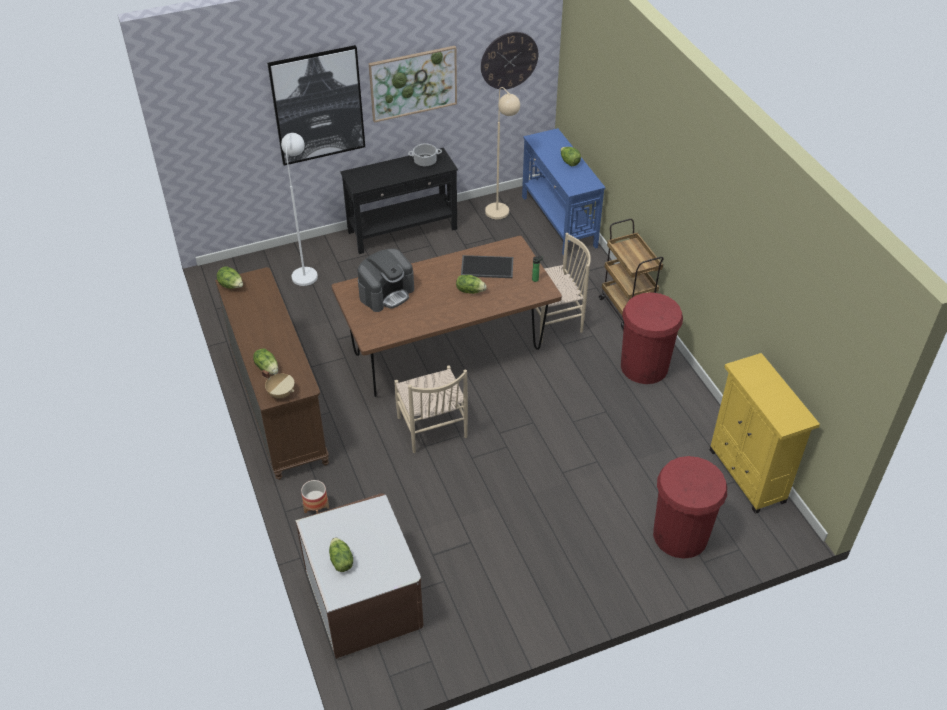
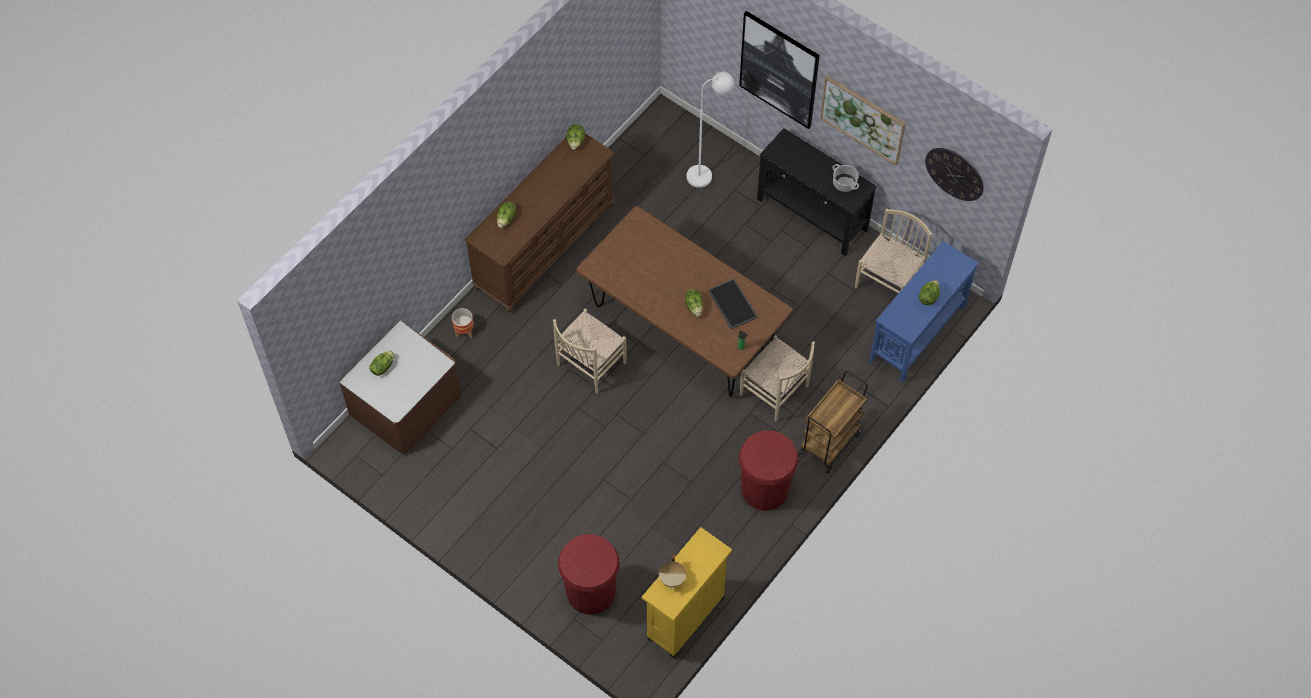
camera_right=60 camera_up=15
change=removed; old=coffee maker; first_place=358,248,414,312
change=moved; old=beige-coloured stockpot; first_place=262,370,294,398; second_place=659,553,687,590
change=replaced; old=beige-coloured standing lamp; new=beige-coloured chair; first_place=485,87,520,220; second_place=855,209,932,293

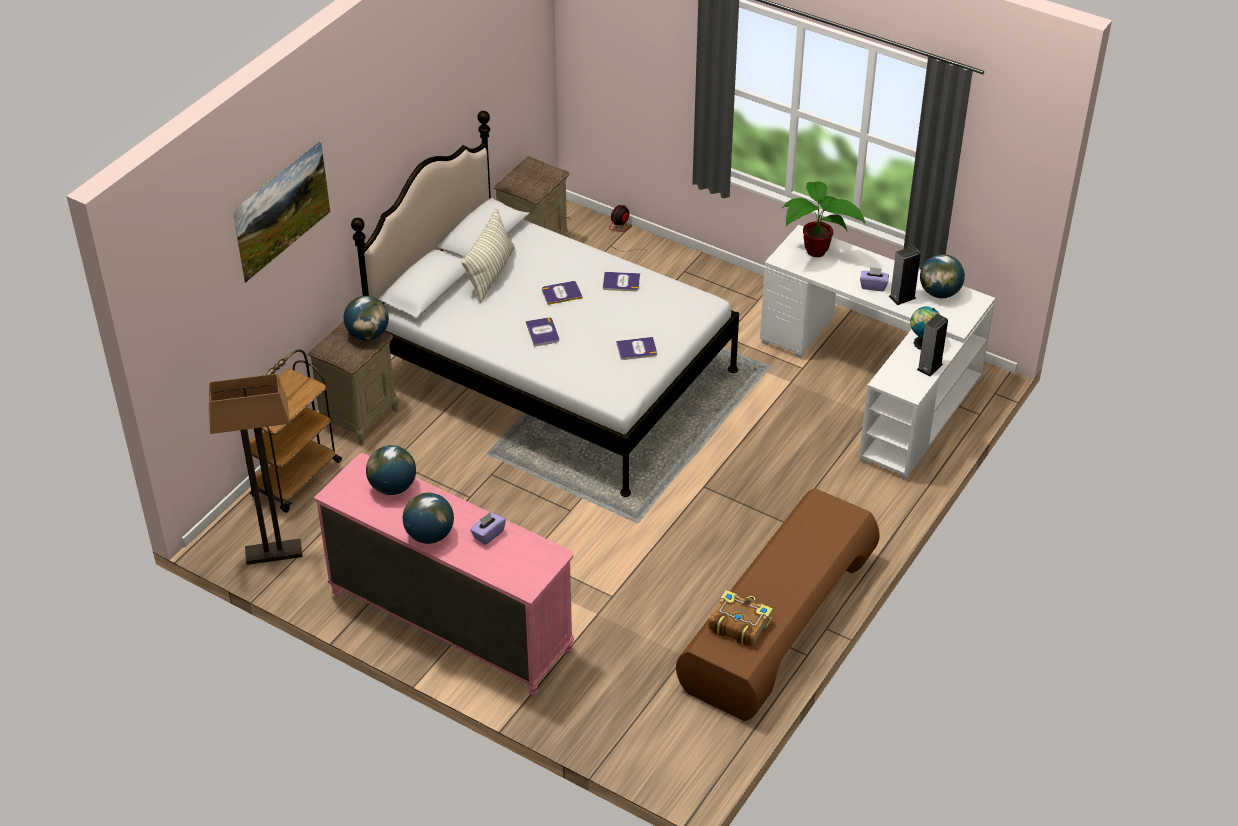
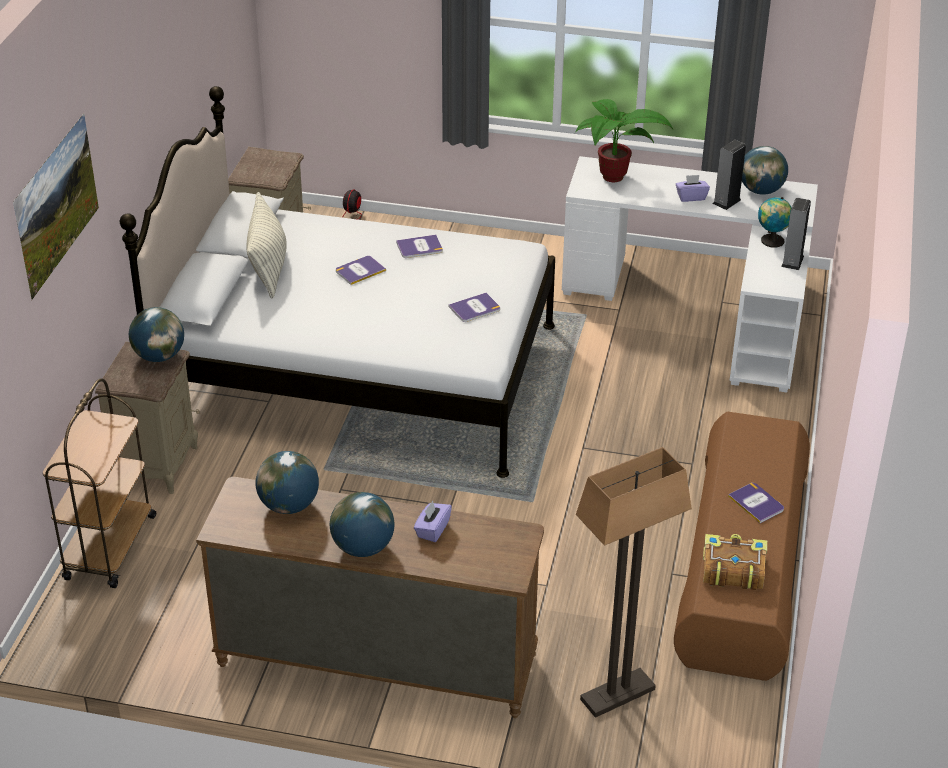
camera_right=-20 camera_up=-5
change=moved; old=standing lamp; first_place=209,373,302,565; second_place=576,447,692,718
change=moved; old=book; first_place=526,317,559,347; second_place=728,483,784,523
change=recoloured; old=pink dresser; new=brownish dresser; first_place=314,453,574,696; second_place=196,477,544,718

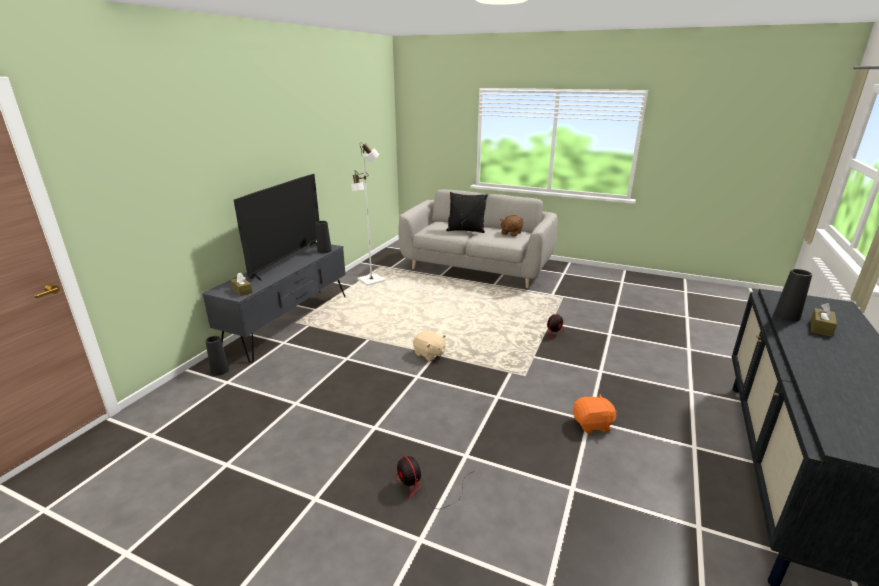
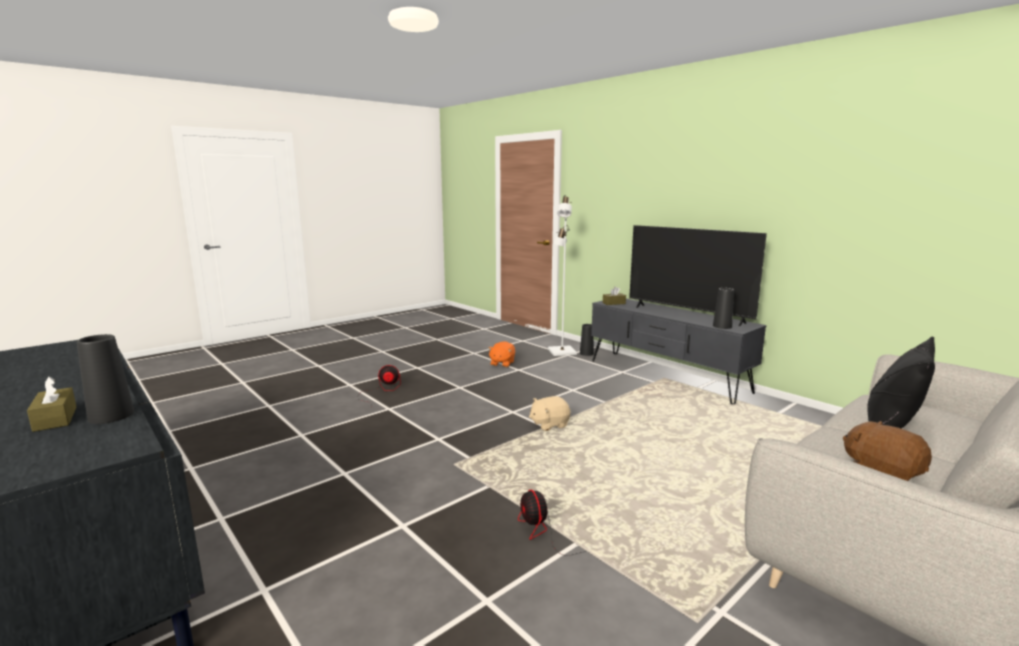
camera_right=115 camera_up=-10
change=moved; old=white-coloured standing lamp; first_place=351,143,386,286; second_place=548,195,577,356
change=moved; old=orangey cuddly toy; first_place=573,394,617,434; second_place=488,341,515,367

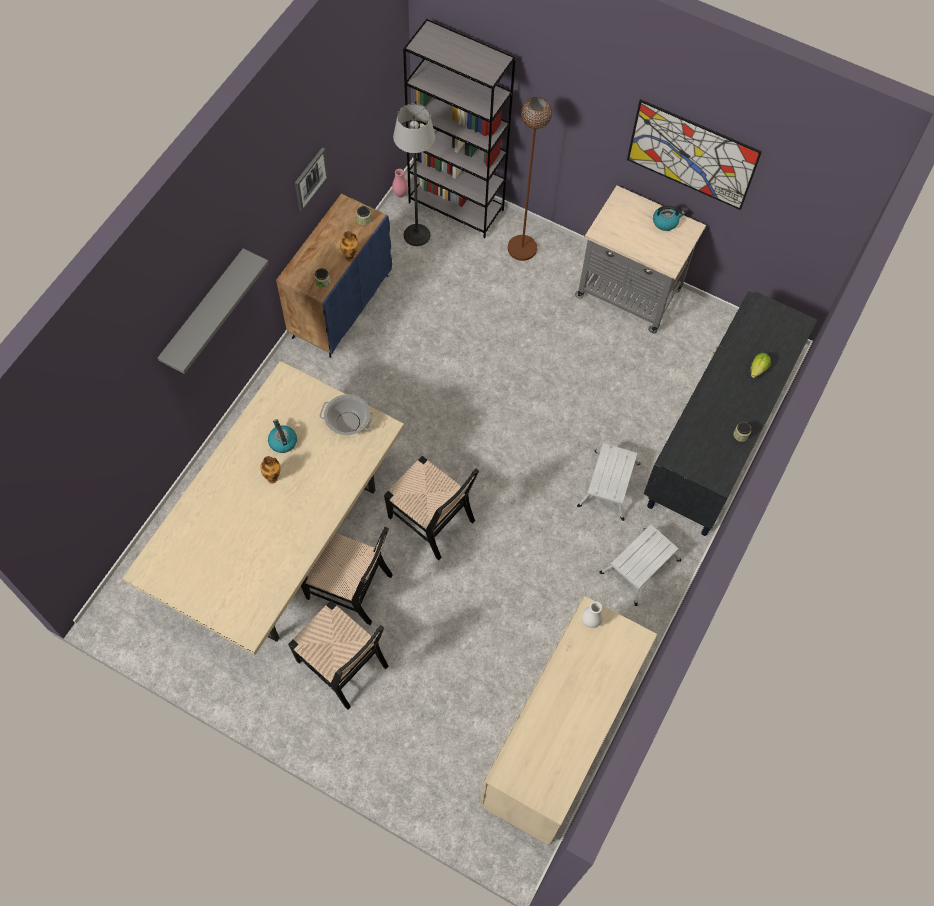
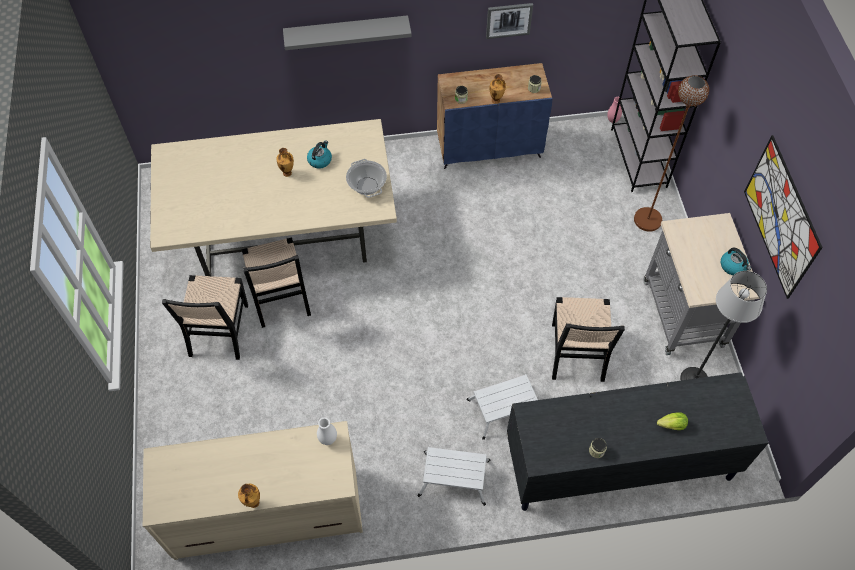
camera_right=55 camera_up=-5
change=added; new=decorative vase; second_place=238,484,260,508
change=moved; old=chair; first_place=384,456,479,560; second_place=552,297,625,382
change=moved; old=standing lamp; first_place=393,104,435,246; second_place=680,271,767,380

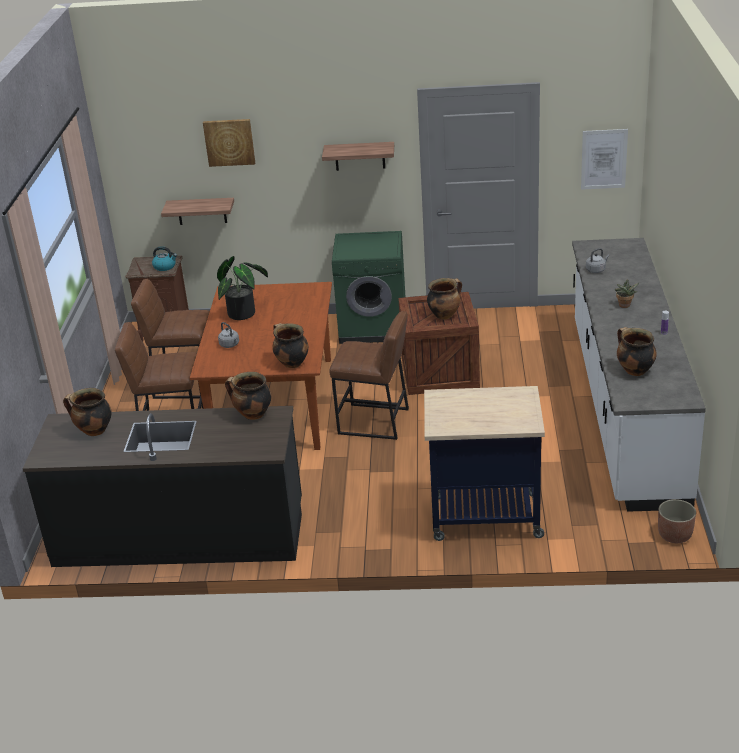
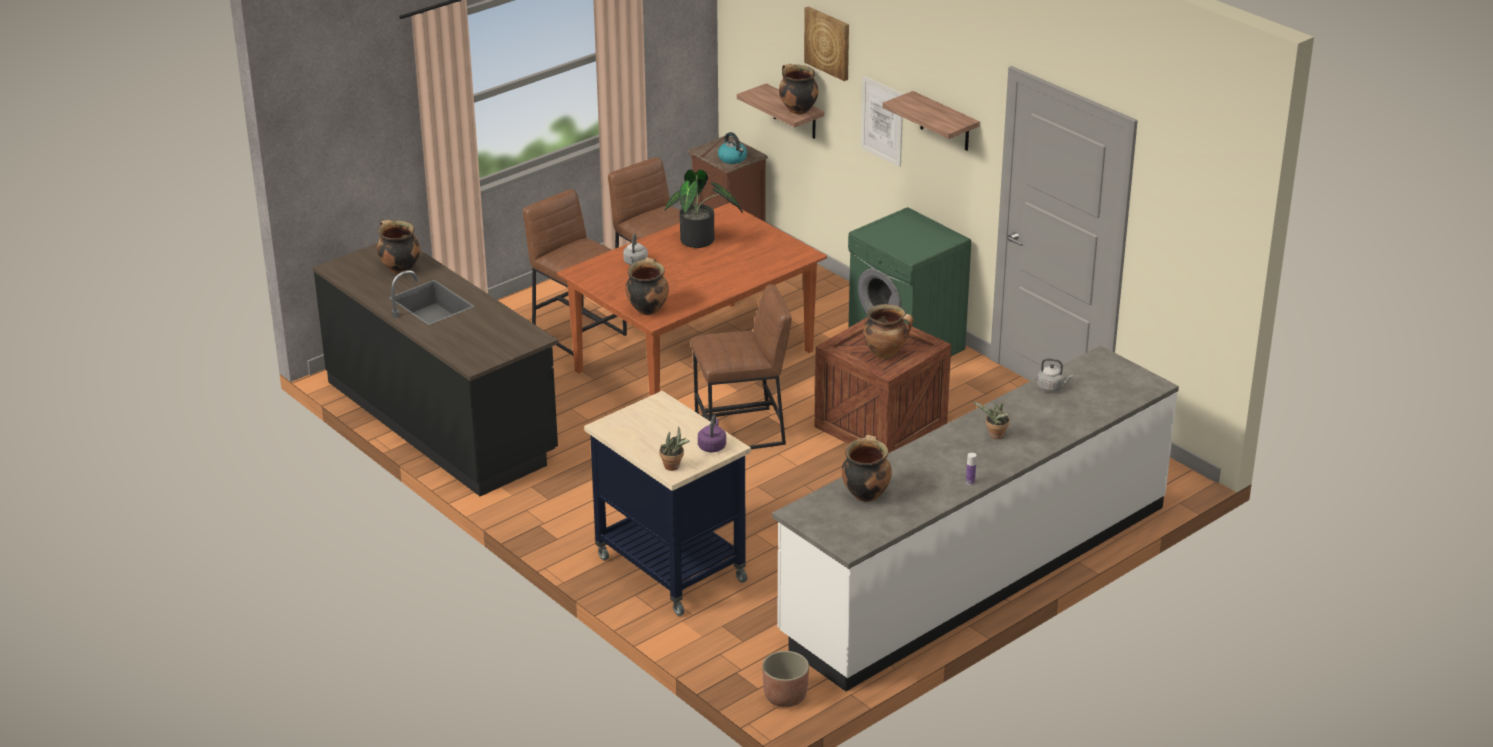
camera_right=45 camera_up=0
change=added; new=houseplant; second_place=659,426,690,471
change=added; new=purplish tea kettle; second_place=698,415,726,452
change=moved; old=stockpot; first_place=225,372,271,420; second_place=779,64,819,114
change=moved; old=picture; first_place=581,129,628,190; second_place=861,76,904,167
change=turned; old=brownish chair; first_place=329,311,409,440; second_place=691,284,792,449; degrees=-75

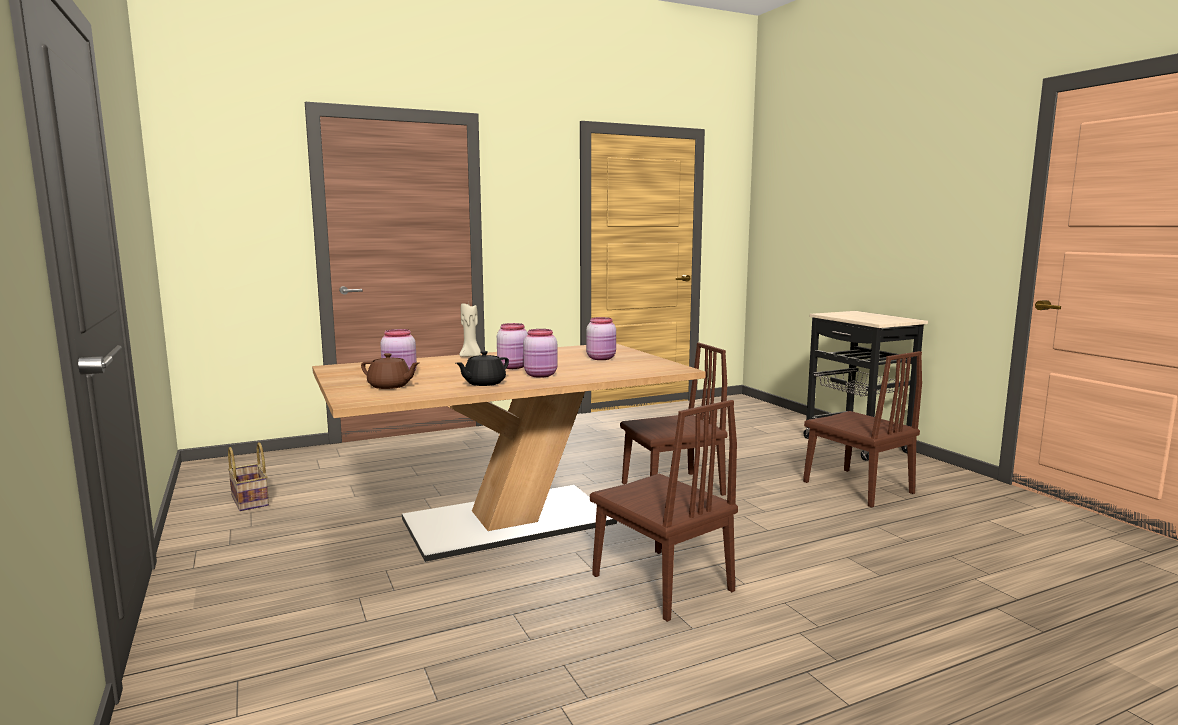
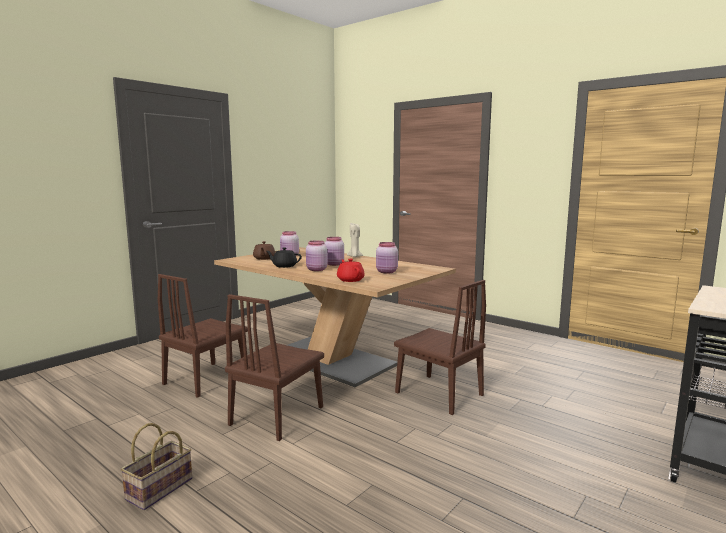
camera_right=65 camera_up=0
change=added; new=red tea pot; second_place=337,259,365,282
change=moved; old=basket; first_place=228,442,269,511; second_place=120,423,192,510
change=moved; old=brownish chair; first_place=803,351,922,508; second_place=158,274,248,398

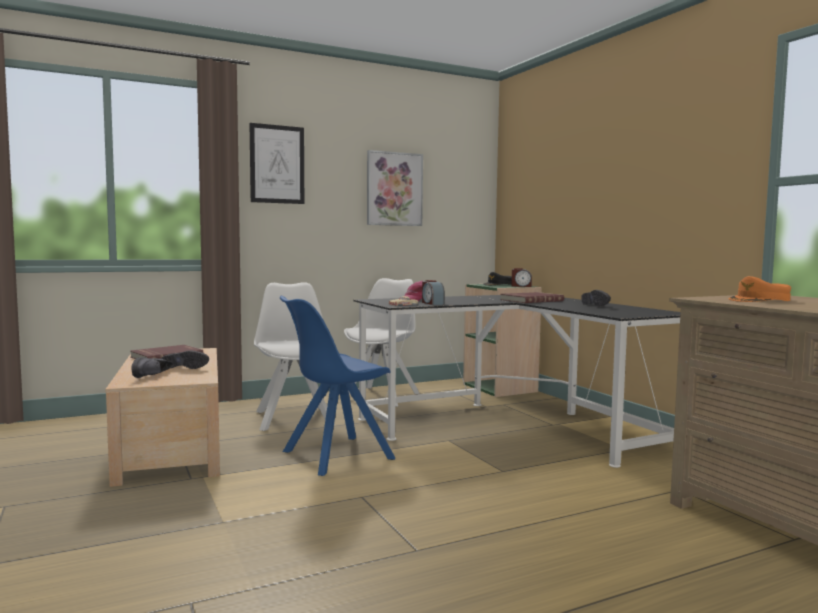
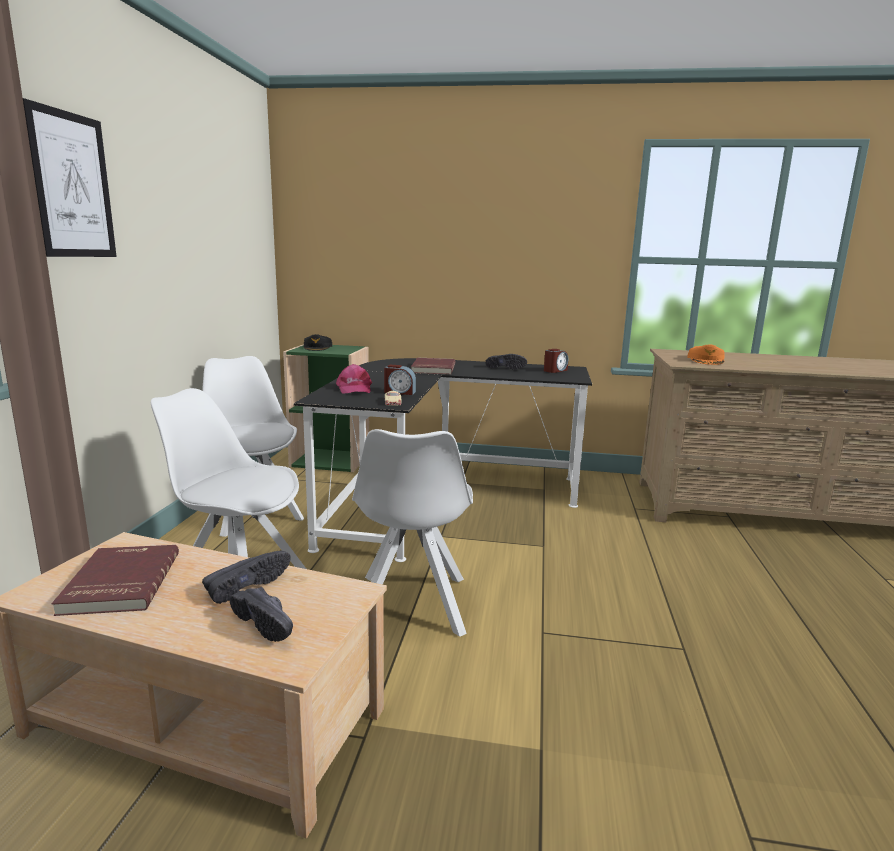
camera_right=-55 camera_up=10
change=removed; old=picture; first_place=367,150,423,226
change=moved; old=table clock; first_place=511,268,532,287; second_place=544,349,568,373
change=recoloured; old=blue-coloured chair; new=white-coloured chair; first_place=280,296,395,476; second_place=352,429,473,637

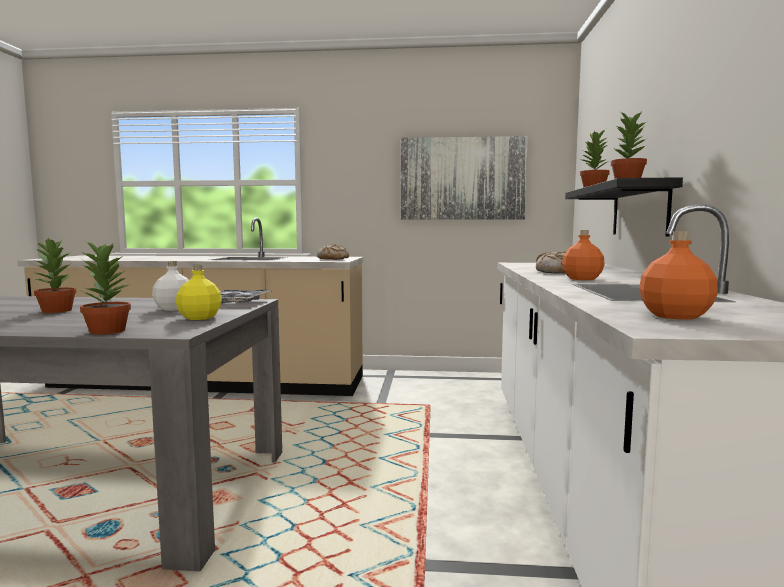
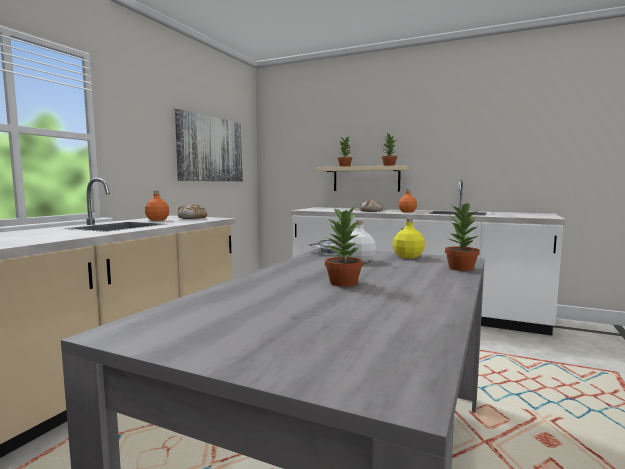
camera_right=-70 camera_up=0
change=moved; old=orangey drink bottle; first_place=639,231,718,320; second_place=145,191,169,221
change=recoloured; old=blackish wall shelf; new=beige-coloured wall shelf; first_place=565,177,683,236; second_place=317,165,410,192

